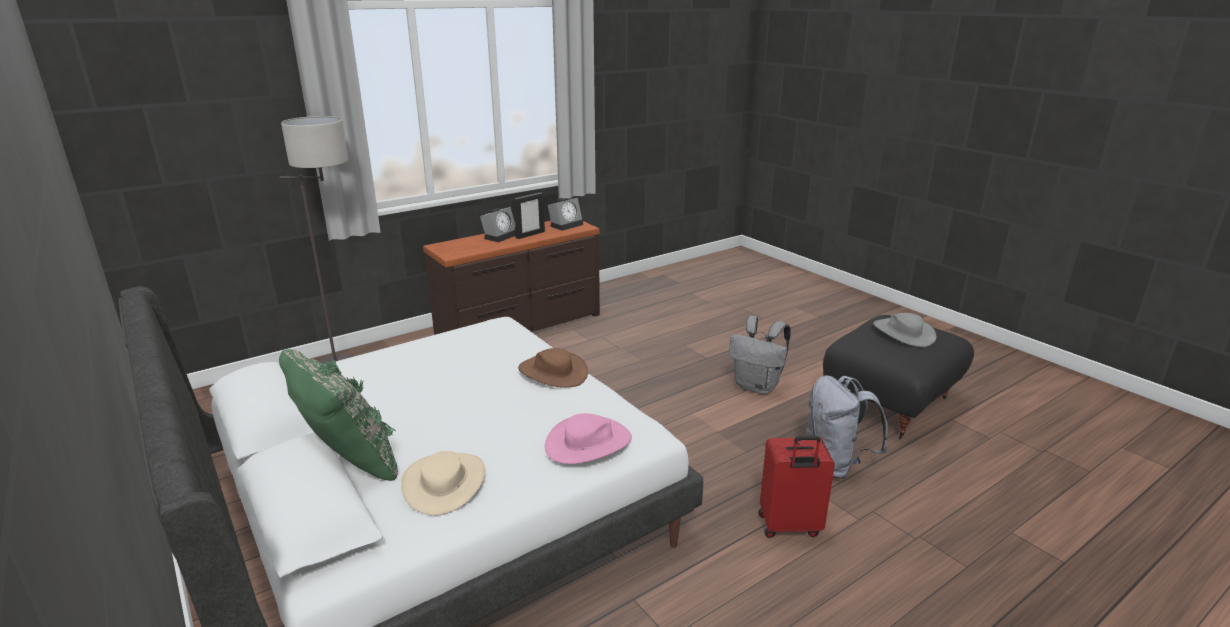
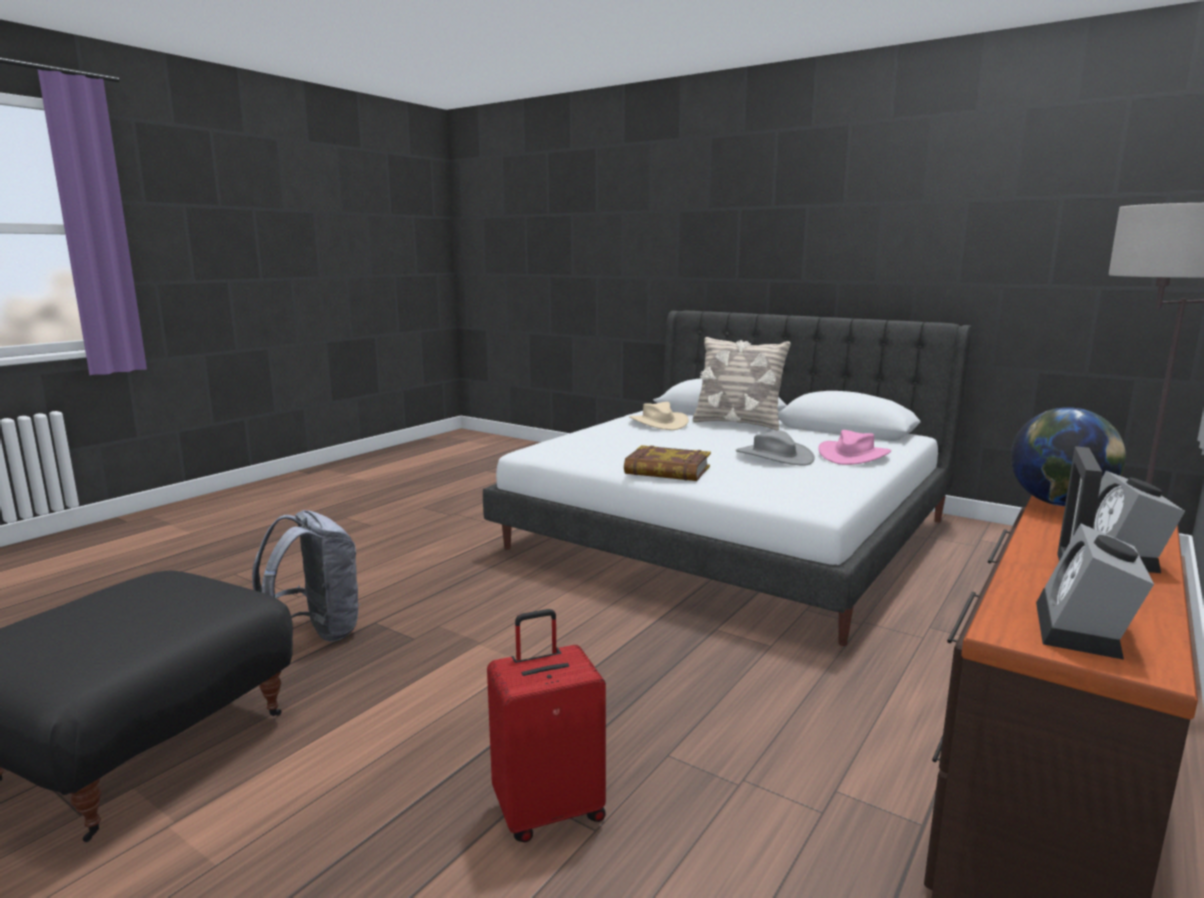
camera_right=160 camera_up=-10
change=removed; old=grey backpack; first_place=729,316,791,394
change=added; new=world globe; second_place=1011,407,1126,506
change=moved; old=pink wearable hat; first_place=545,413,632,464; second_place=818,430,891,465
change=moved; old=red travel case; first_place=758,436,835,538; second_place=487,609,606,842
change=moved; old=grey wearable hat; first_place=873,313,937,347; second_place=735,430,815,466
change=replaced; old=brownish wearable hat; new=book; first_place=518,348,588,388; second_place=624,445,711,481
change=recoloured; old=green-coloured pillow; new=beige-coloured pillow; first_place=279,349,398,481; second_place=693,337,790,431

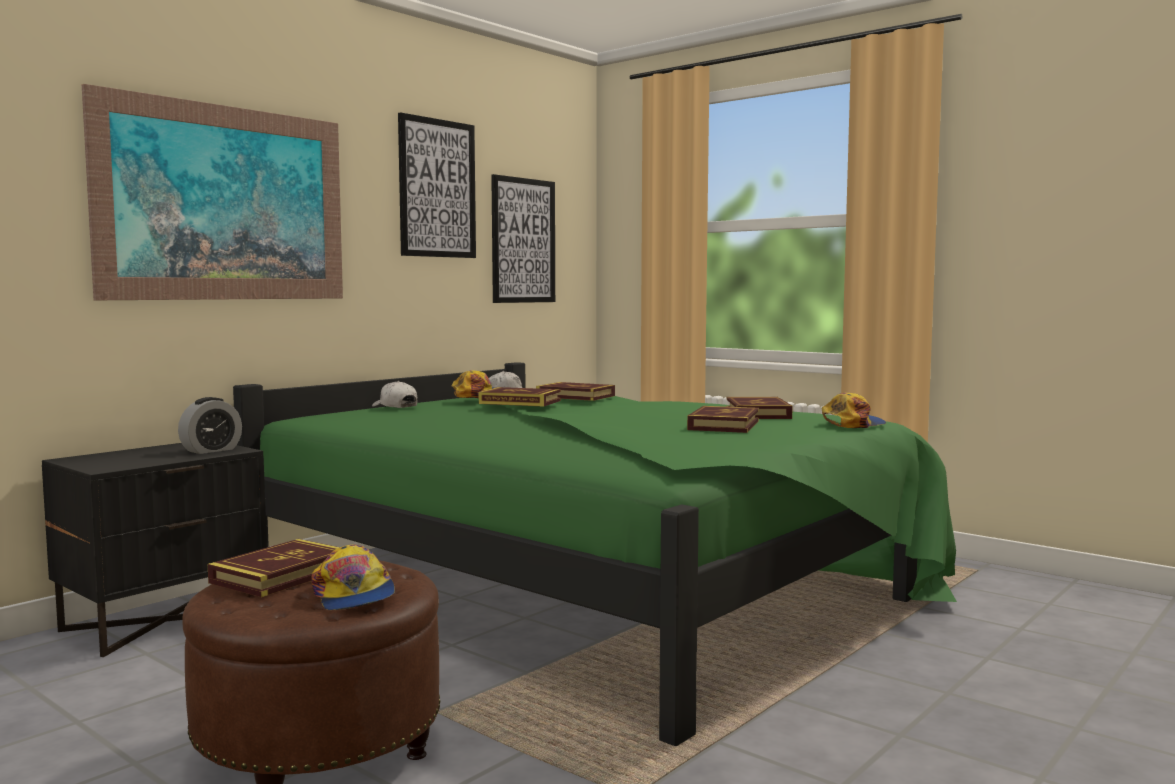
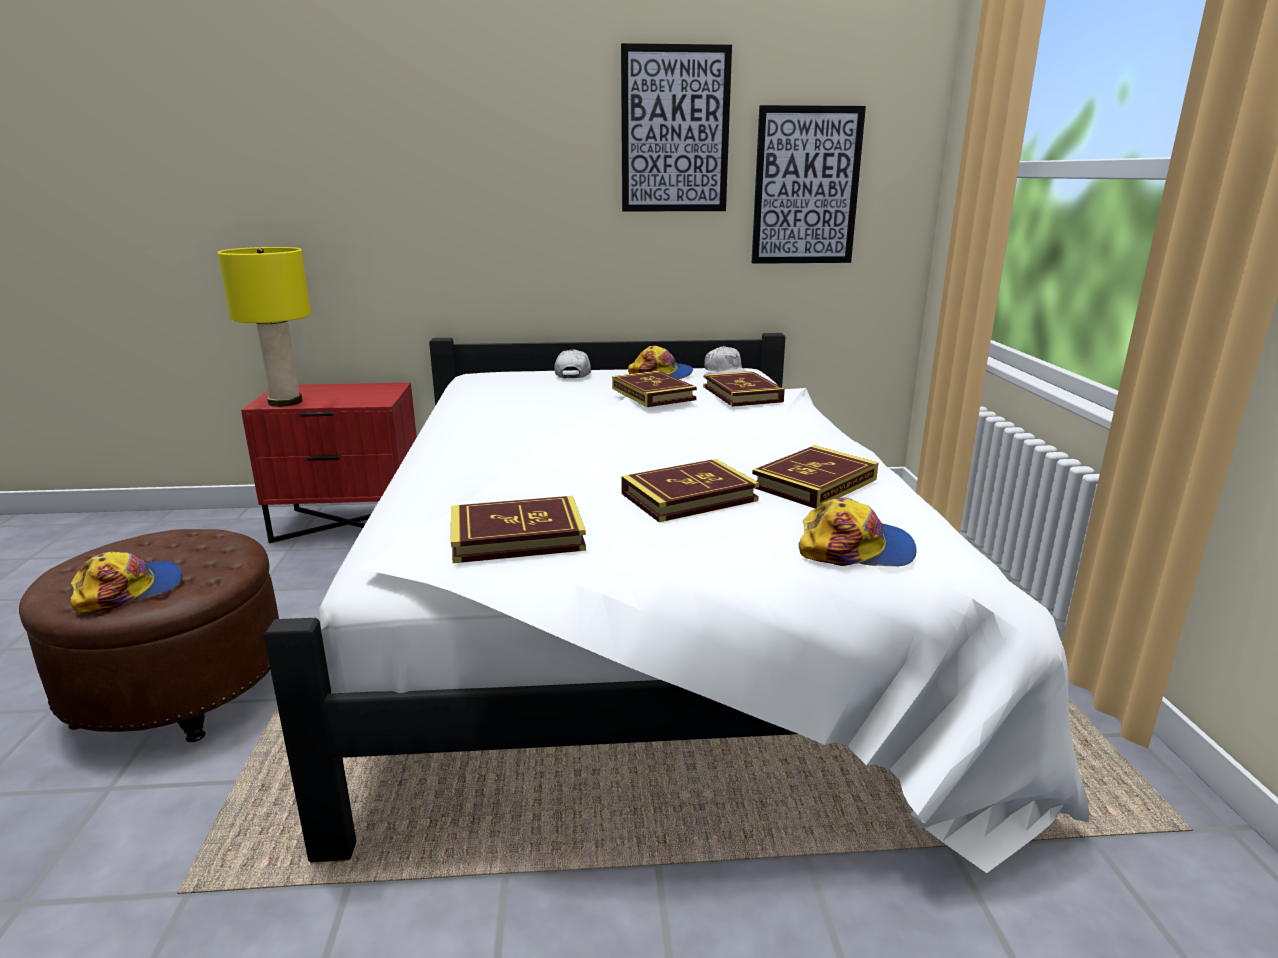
camera_right=45 camera_up=15
change=removed; old=picture; first_place=82,84,343,300
change=removed; old=table clock; first_place=178,397,242,454
change=added; new=yellow tabletop lamp; second_place=218,247,311,407
change=moved; old=book; first_place=208,539,340,597; second_place=451,496,586,563
change=recoloured; old=blackish bedside table; new=red bedside table; first_place=42,443,267,657; second_place=241,383,417,543
change=recoloured; old=green-coloured bedroom bed; new=white-coloured bedroom bed; first_place=233,362,957,746; second_place=264,333,1089,873
change=turned; old=peaked cap; first_place=311,544,395,610; second_place=70,551,182,613; degrees=-150

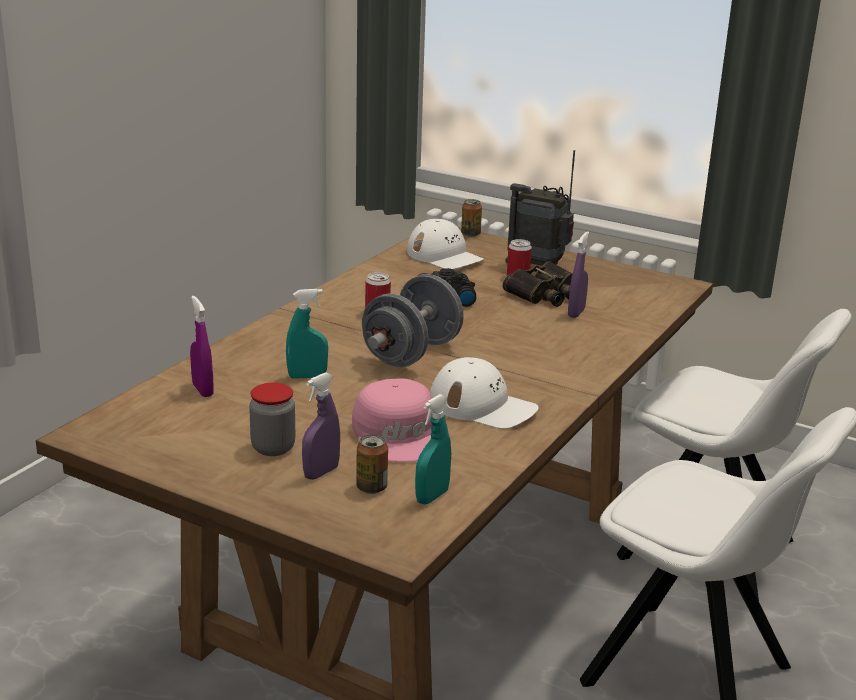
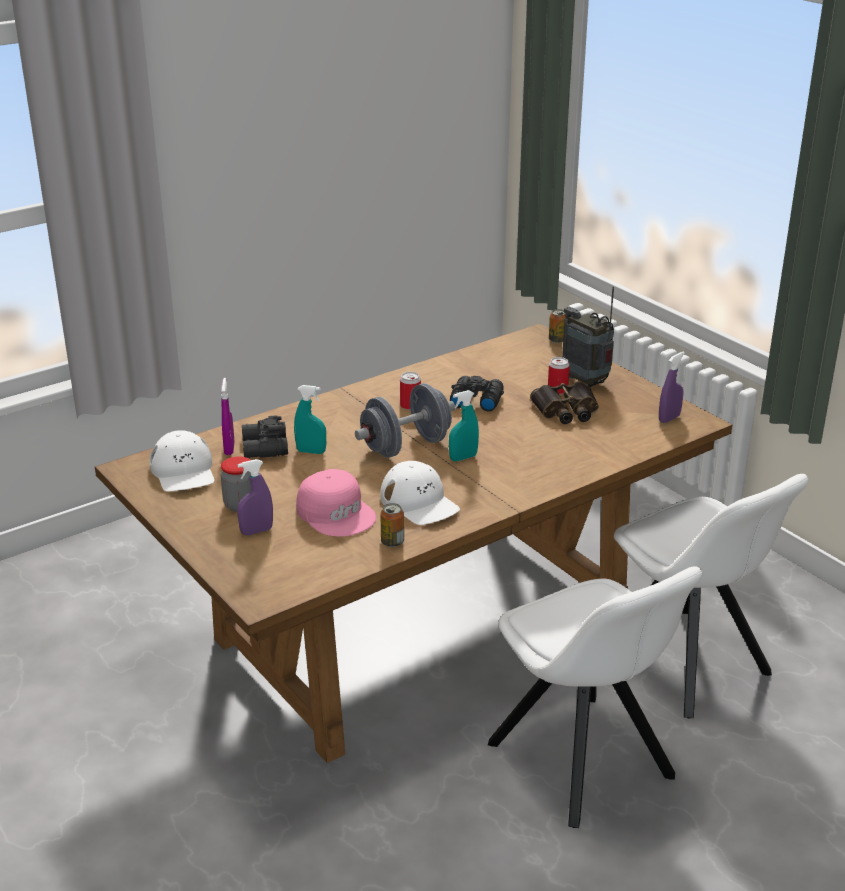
camera_right=25 camera_up=5
change=added; new=blackish pair of binoculars; second_place=242,415,288,458
change=moved; old=metal can; first_place=356,434,388,494; second_place=381,503,404,547
change=moved; old=white-coloured peaked cap; first_place=407,219,484,269; second_place=149,430,214,492
change=moved; old=turquoise-coloured spray bottle; first_place=415,394,451,504; second_place=449,390,479,461
change=moved; old=purplish spray bottle; first_place=568,231,589,318; second_place=659,351,685,423
change=turned; old=pink peaked cap; first_place=352,379,433,462; second_place=296,469,376,537; degrees=-45

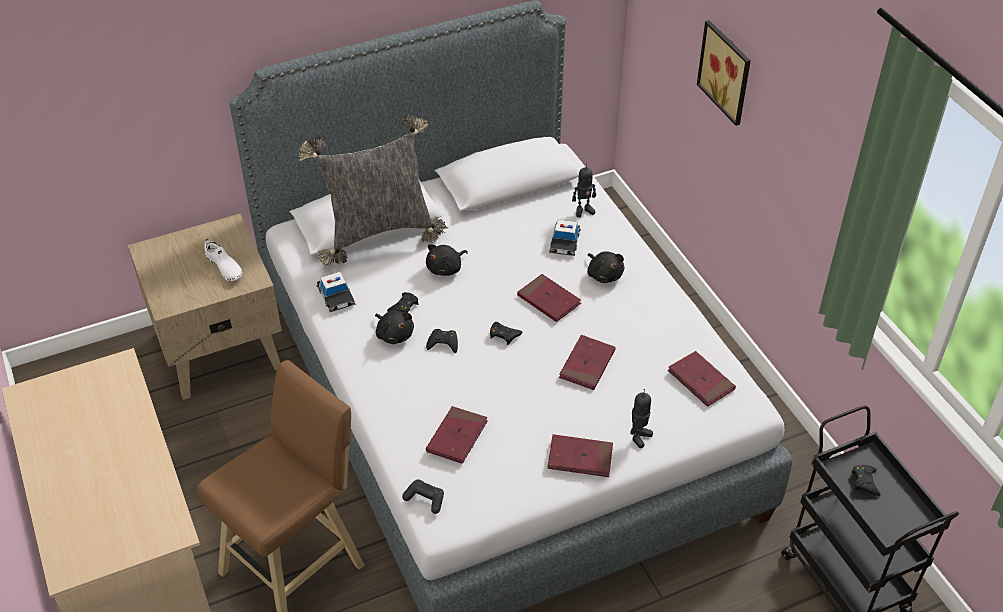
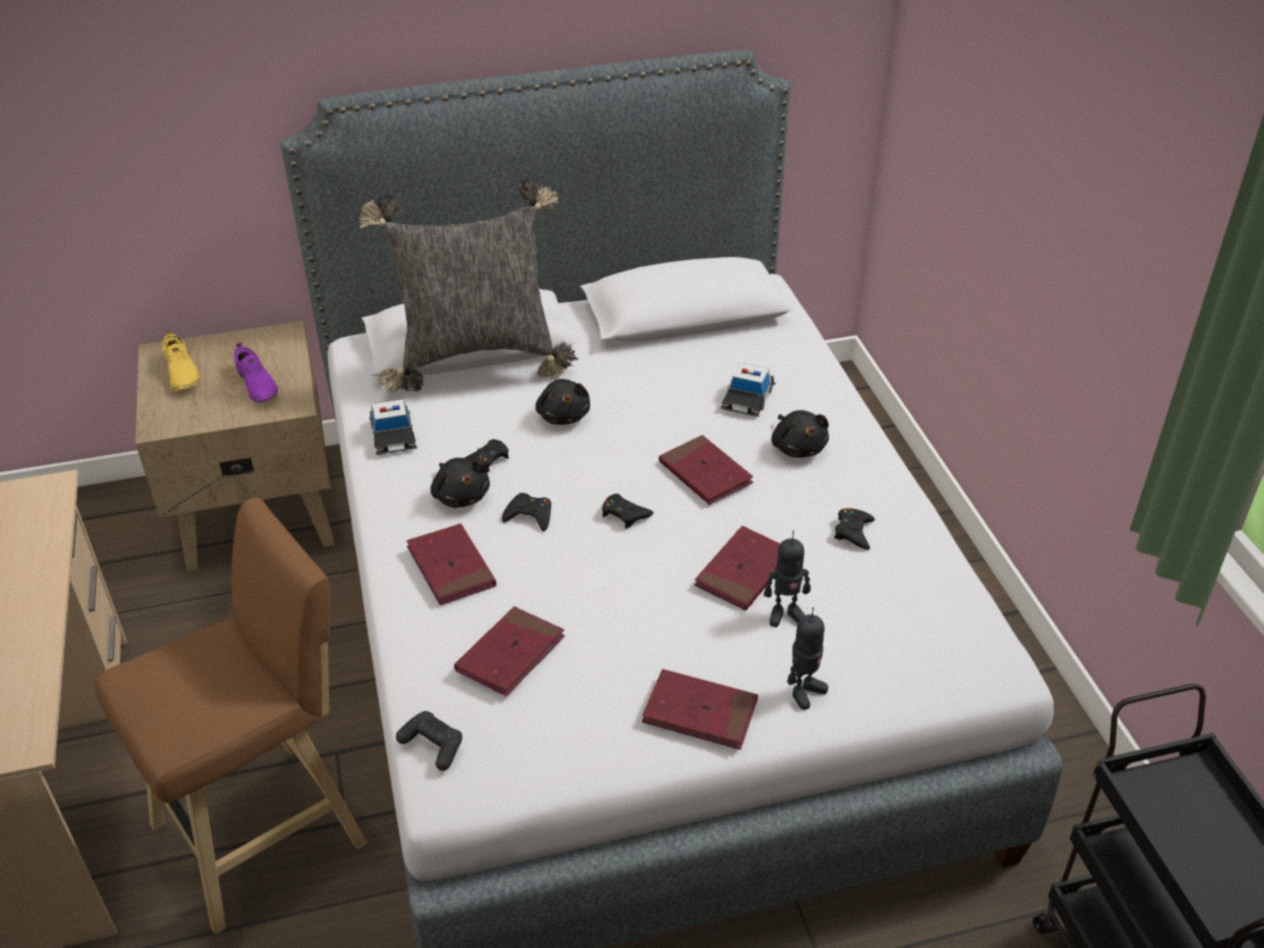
camera_right=10 camera_up=-5
change=removed; old=picture; first_place=697,20,751,126
change=added; new=yellow shoe; second_place=162,330,200,391
change=moved; old=model robot; first_place=572,163,596,218; second_place=764,531,811,627
change=moved; old=red book; first_place=668,351,736,407; second_place=407,524,496,605
change=moved; old=blackish gamepad; first_place=852,465,881,496; second_place=834,508,875,550
change=recoloured; old=white-coloured shoe; new=purplish shoe; first_place=204,239,243,281; second_place=234,342,278,402
change=turned; old=blackish cuddly toy; first_place=426,244,468,276; second_place=535,379,590,425; degrees=-75

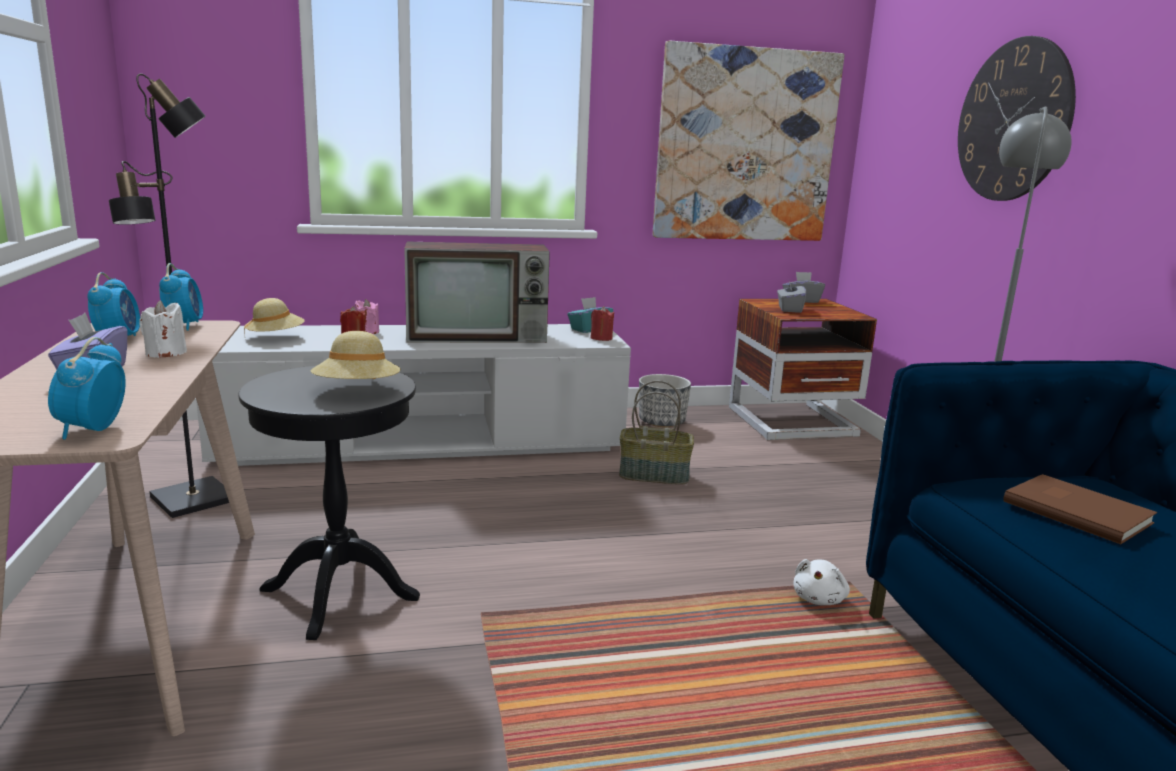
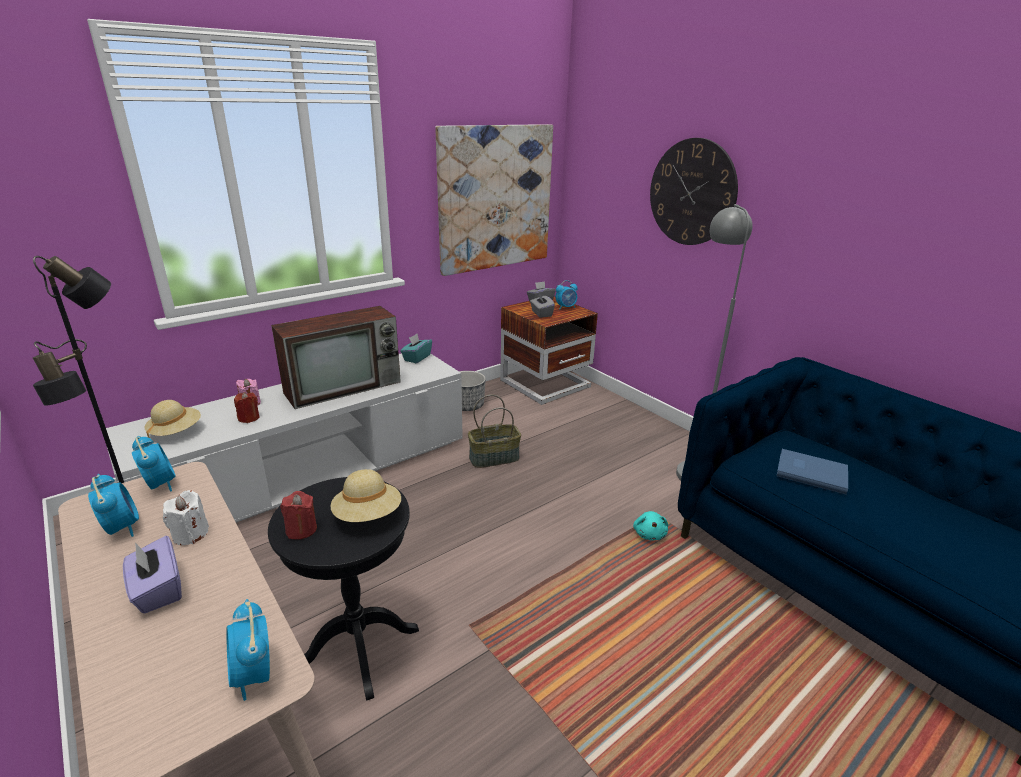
camera_right=-25 camera_up=10
change=added; new=table clock; second_place=556,280,578,309
change=moved; old=red candle; first_place=590,306,614,341; second_place=280,491,317,539
change=recoloured; old=white-coloured cuddly toy; new=turquoise-coloured cuddly toy; first_place=794,559,850,605; second_place=633,511,668,540
change=recoloured; old=brownish book; new=blue-coloured book; first_place=1003,474,1157,544; second_place=777,449,848,494

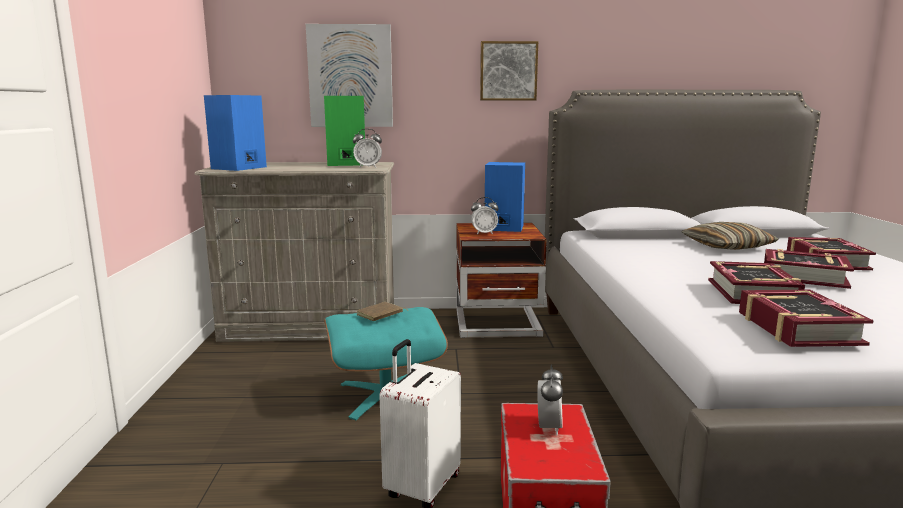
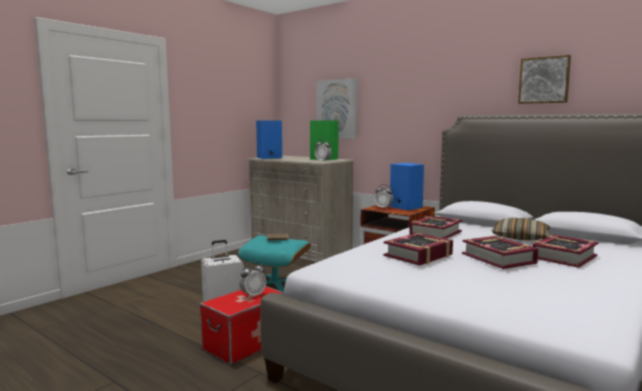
camera_right=40 camera_up=-5
change=moved; old=picture; first_place=480,41,538,100; second_place=518,55,571,104
change=moved; old=book; first_place=739,290,874,347; second_place=409,216,462,239

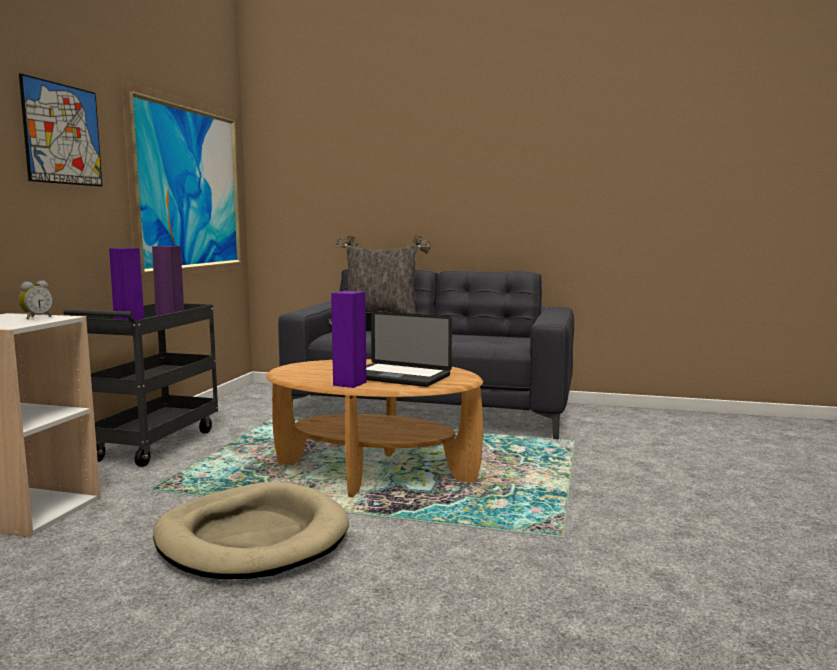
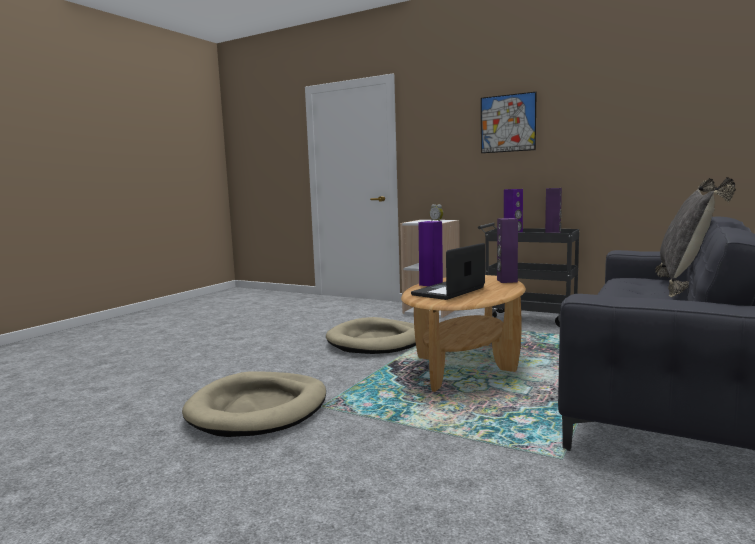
camera_right=105 camera_up=0
change=removed; old=picture; first_place=121,80,243,282
change=added; new=beige-coloured dog bed; second_place=182,371,326,437
change=added; new=purplish loudspeaker; second_place=497,218,518,283

